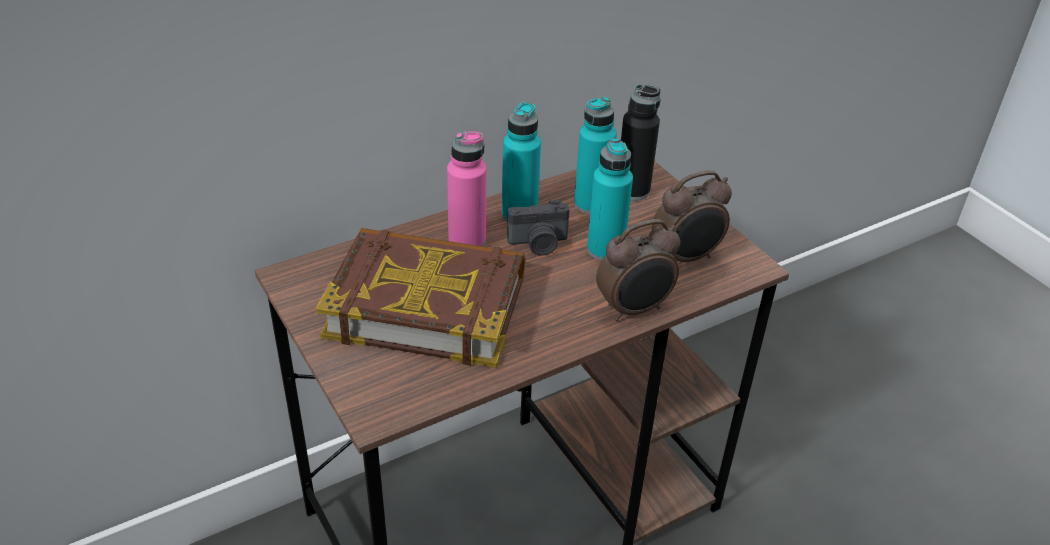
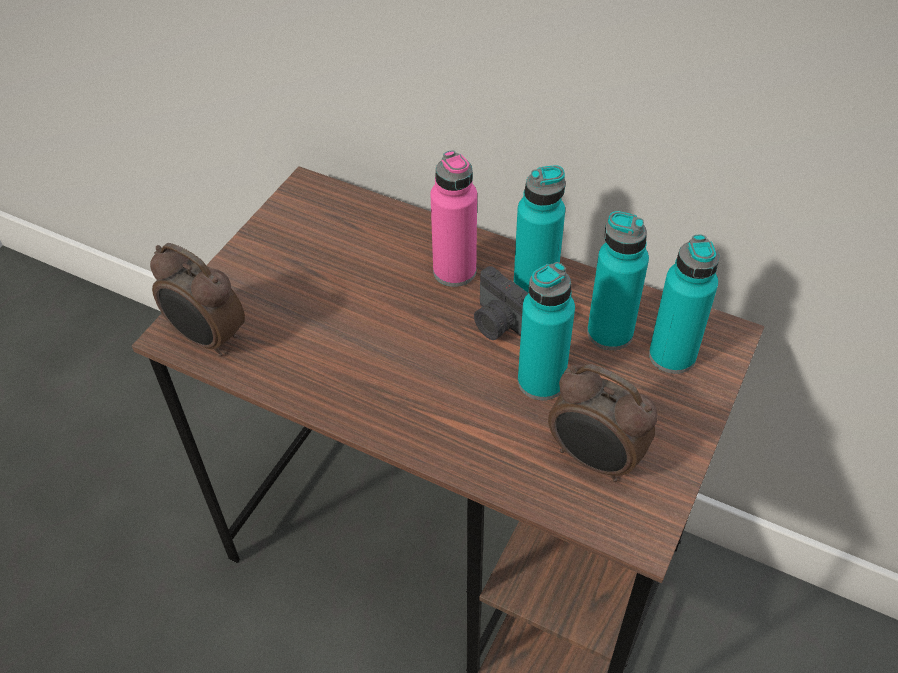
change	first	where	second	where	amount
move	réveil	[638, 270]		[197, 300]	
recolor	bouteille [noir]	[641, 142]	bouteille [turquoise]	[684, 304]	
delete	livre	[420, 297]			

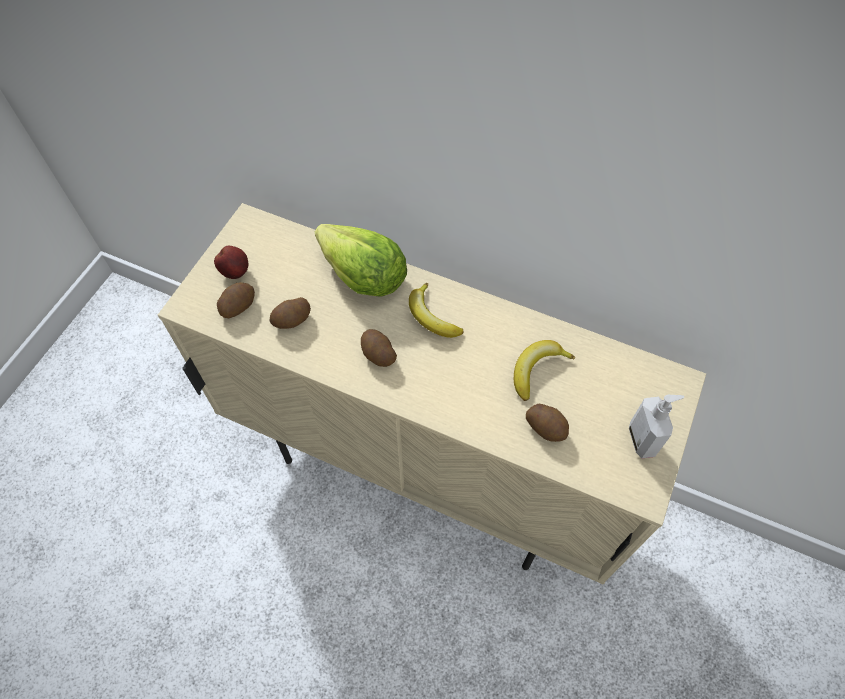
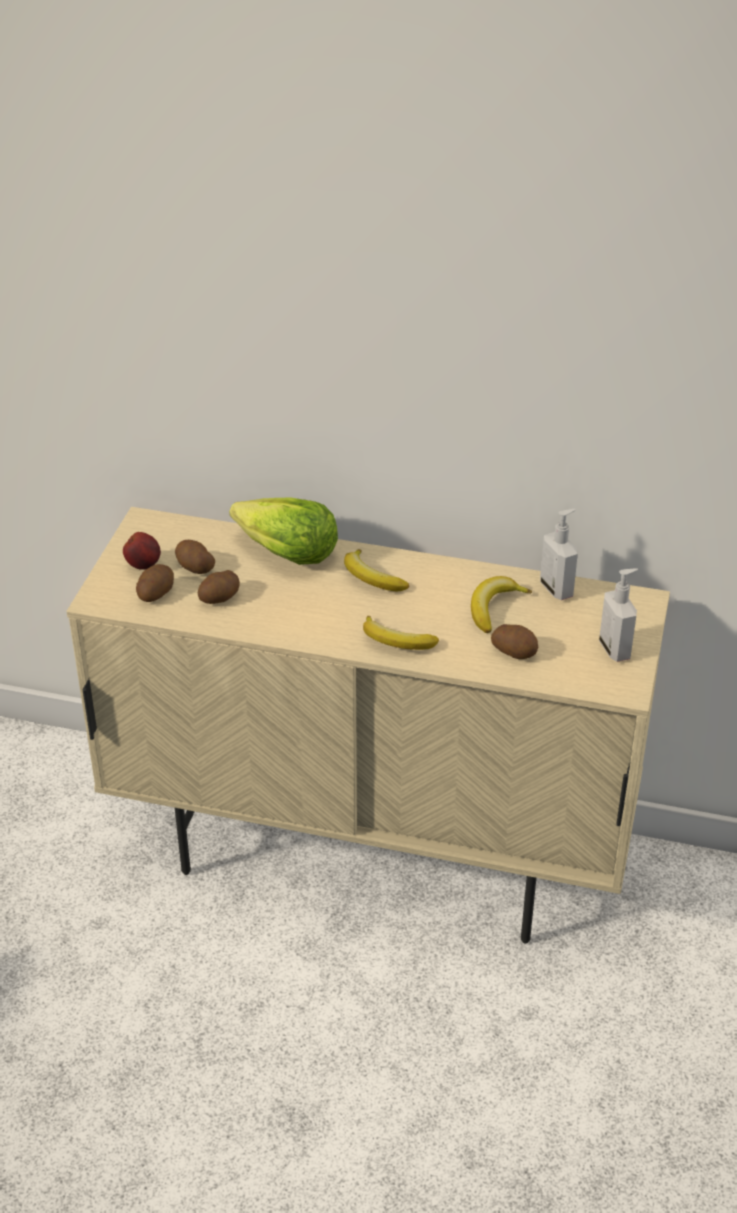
change	first	where	second	where	amount
move	pomme de terre	[379, 348]		[195, 557]	
insert			banane	[401, 633]	
insert			distributeur de savon	[559, 554]	

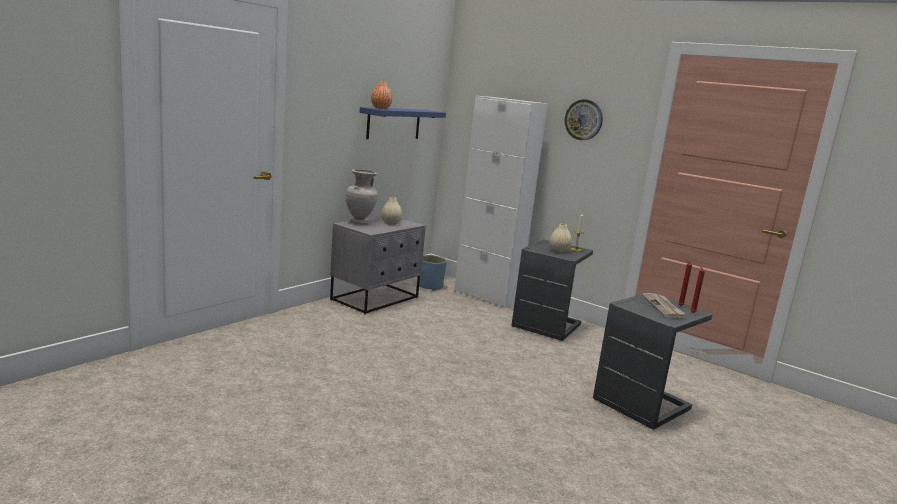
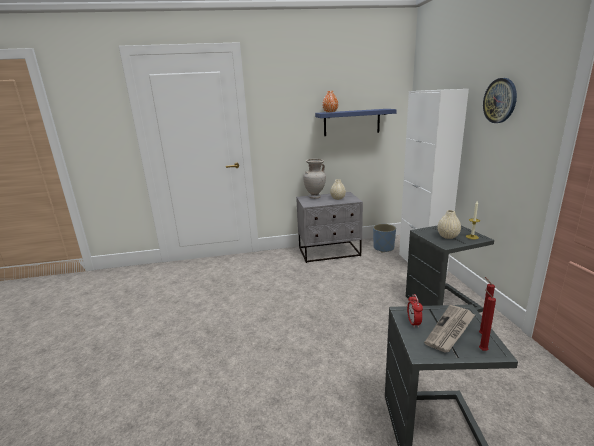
change	first	where	second	where	amount
insert			réveil	[415, 311]	

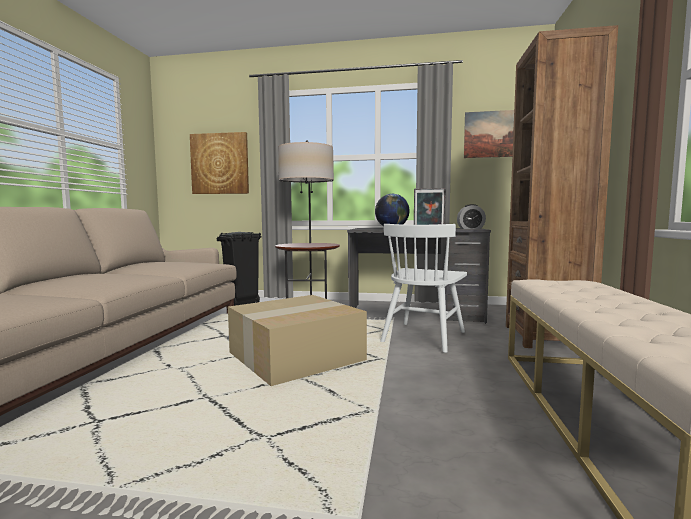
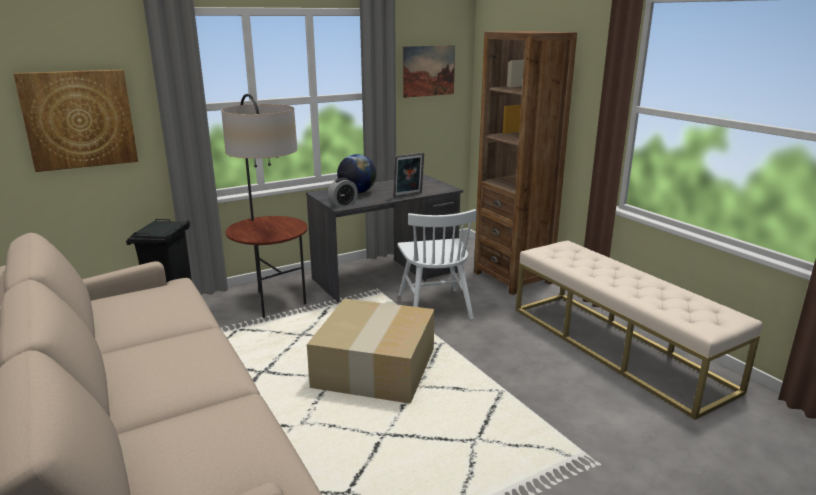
change	first	where	second	where	amount
move	réveil	[471, 216]		[343, 193]	

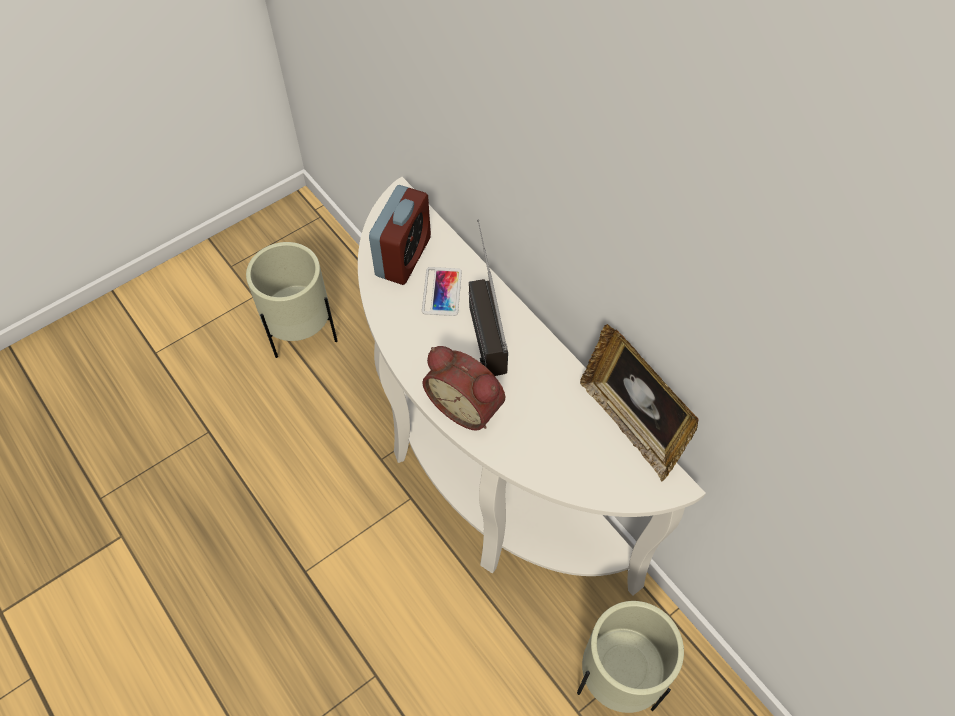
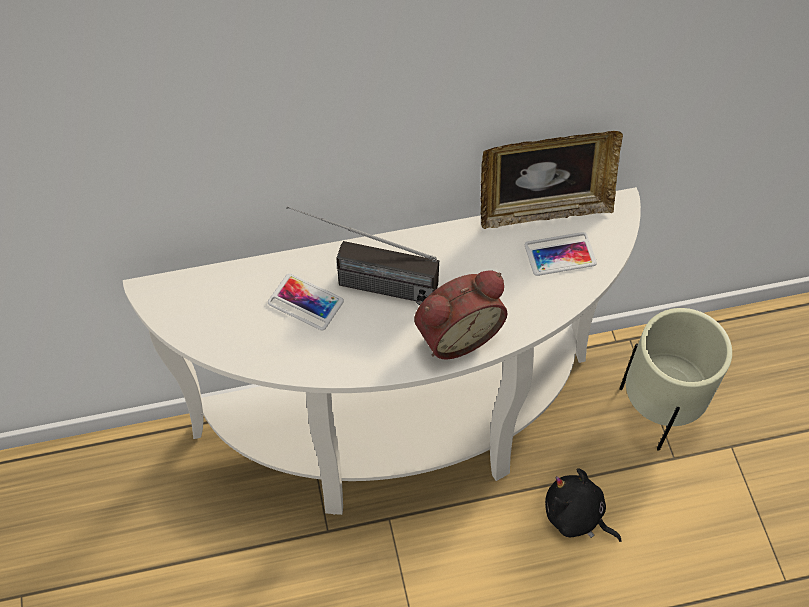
change	first	where	second	where	amount
insert			téléphone	[561, 254]	
insert			peluche [noir]	[583, 505]	
delete	cache-pot [beige]	[292, 300]			
delete	réveil	[400, 235]			

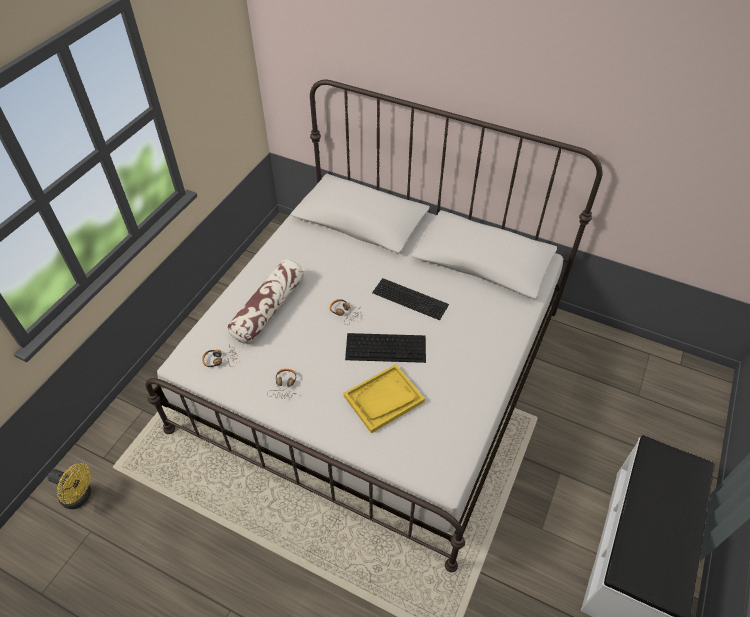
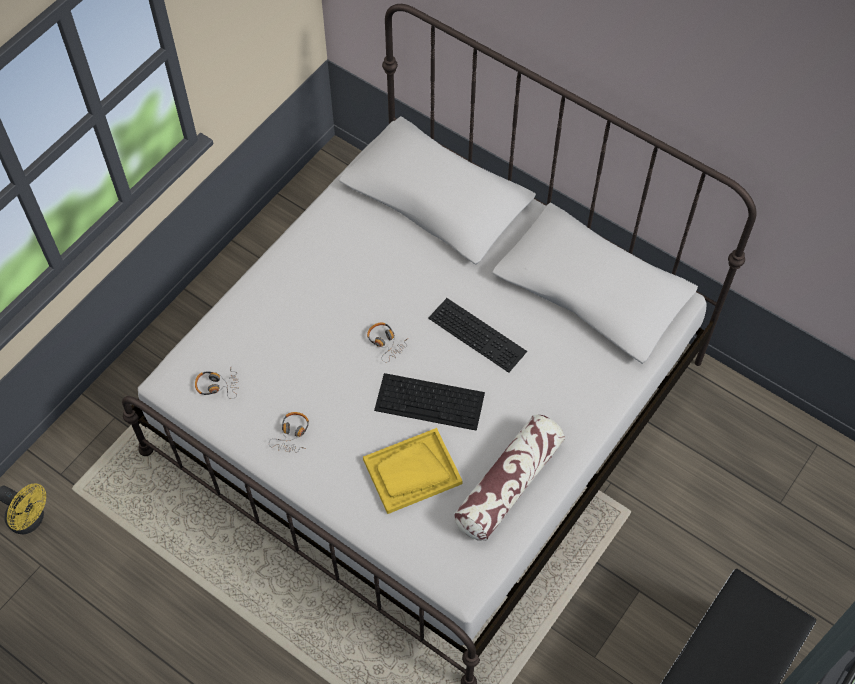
change	first	where	second	where	amount
move	coussin	[265, 301]		[509, 478]	

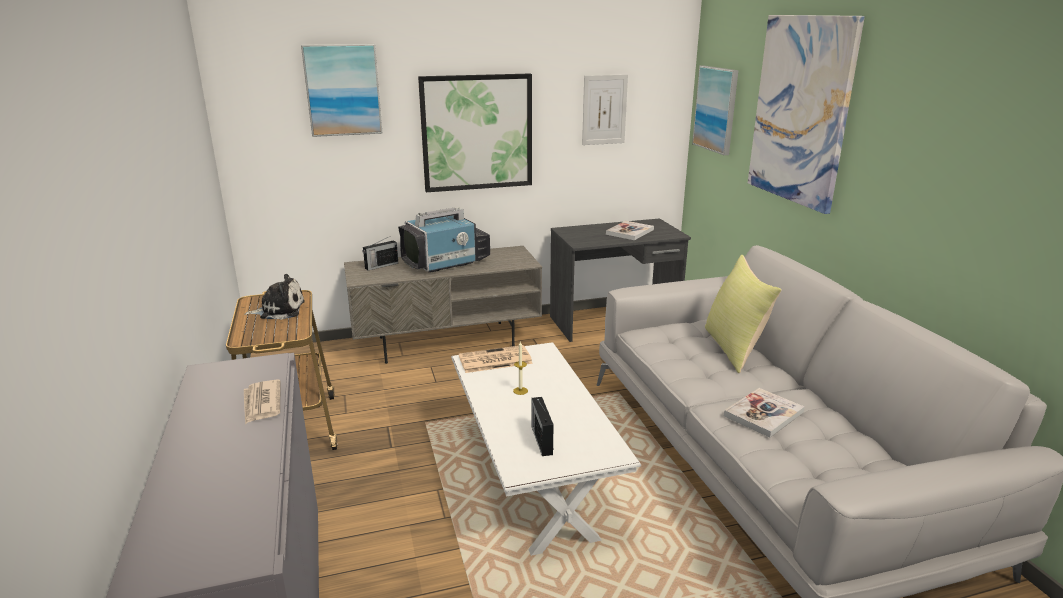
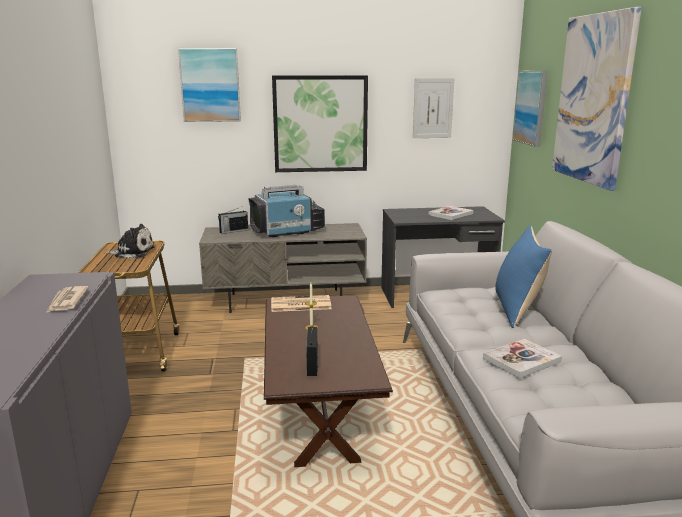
change	first	where	second	where	amount
recolor	table basse [blanc]	[546, 449]	table basse [marron]	[328, 381]	
recolor	coussin [jaune]	[743, 314]	coussin [bleu]	[523, 276]	

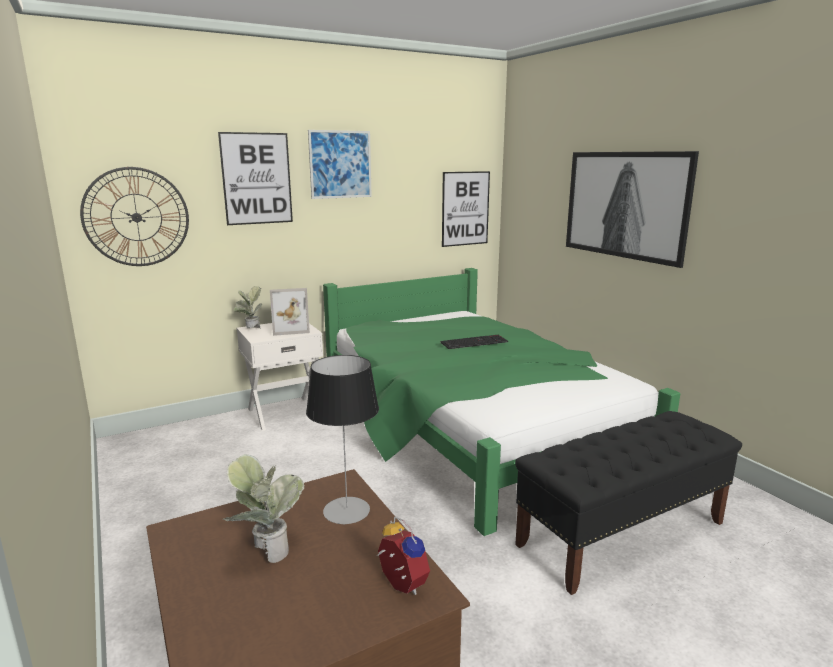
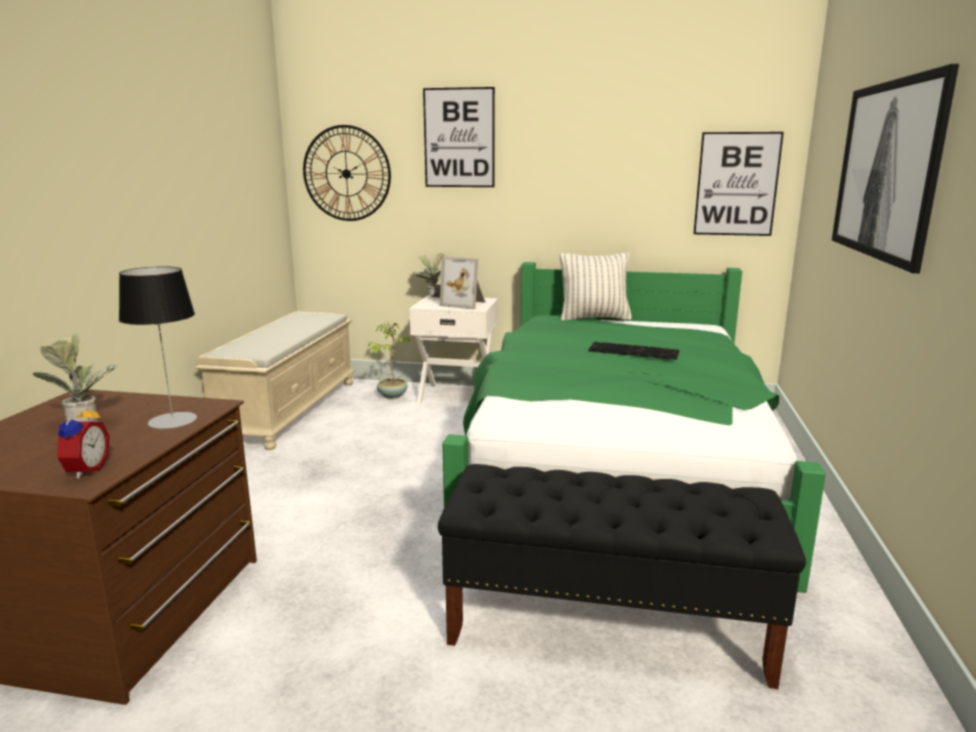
change	first	where	second	where	amount
insert			banc [beige]	[275, 380]	
insert			plante en pot	[389, 360]	
insert			coussin	[596, 286]	
delete	tableau	[340, 164]			

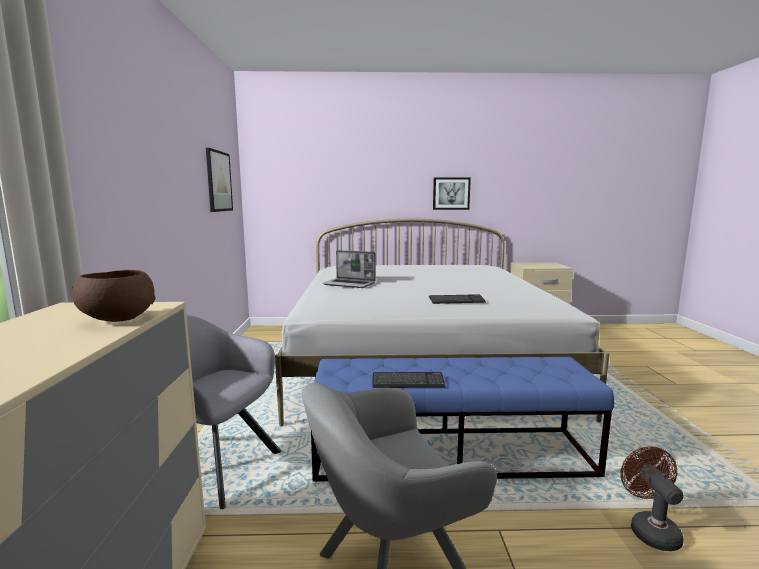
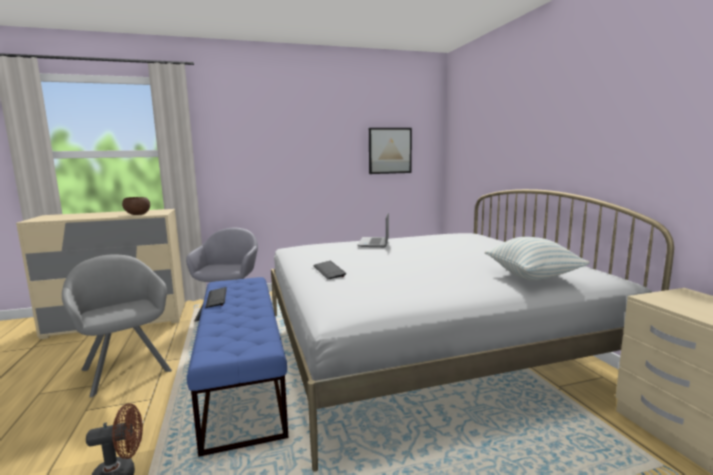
change	first	where	second	where	amount
insert			coussin	[537, 258]	
delete	tableau	[452, 194]			

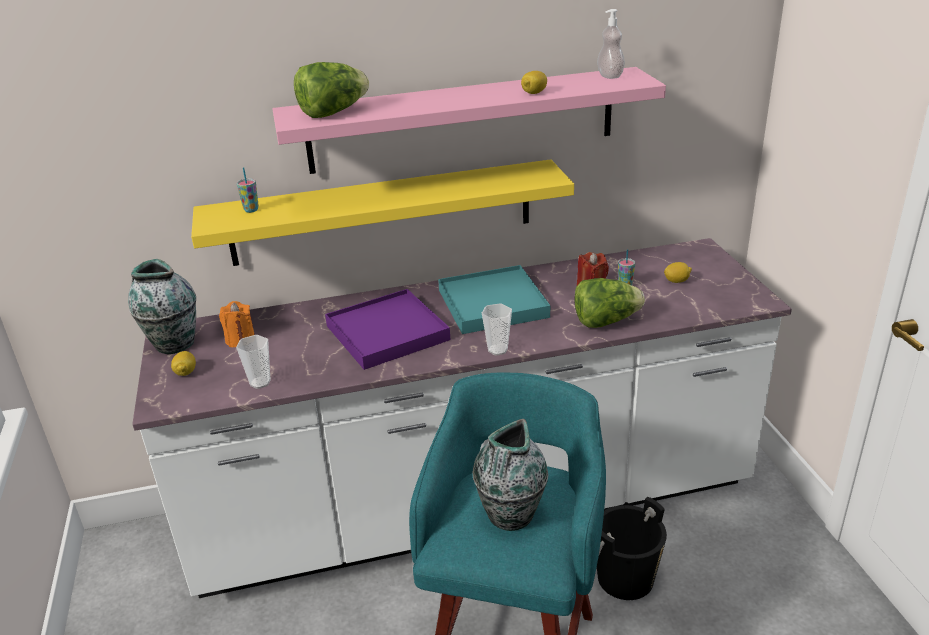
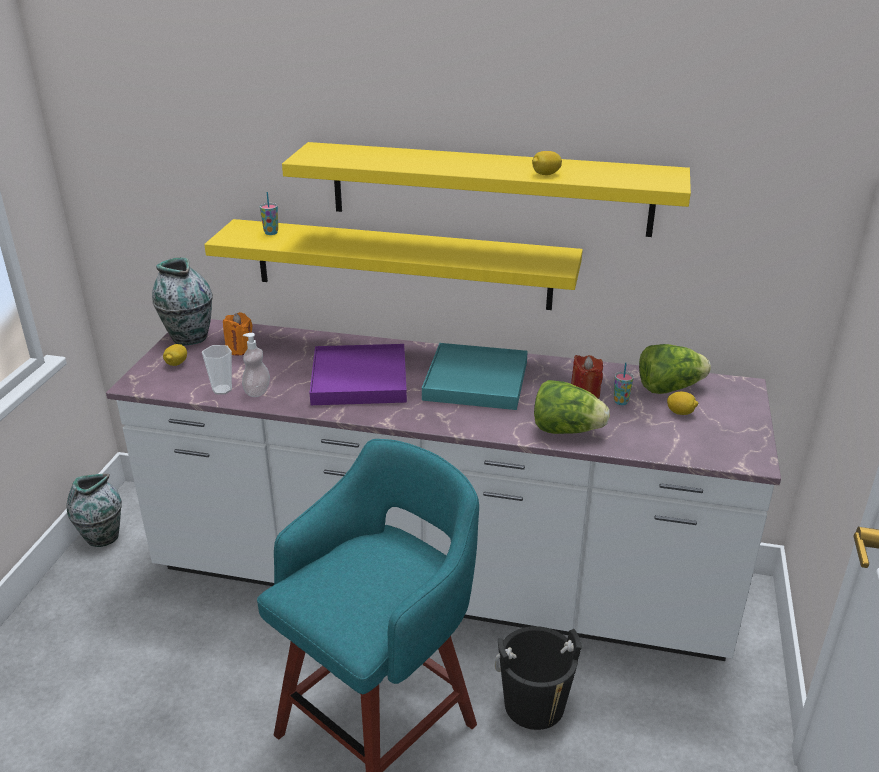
change	first	where	second	where	amount
move	vase	[510, 475]		[94, 510]	
move	distributeur de savon	[611, 44]		[256, 365]	
recolor	étagère [rose]	[469, 120]	étagère [jaune]	[486, 189]	
move	laitue	[331, 90]		[675, 369]	
delete	tasse	[497, 329]			

